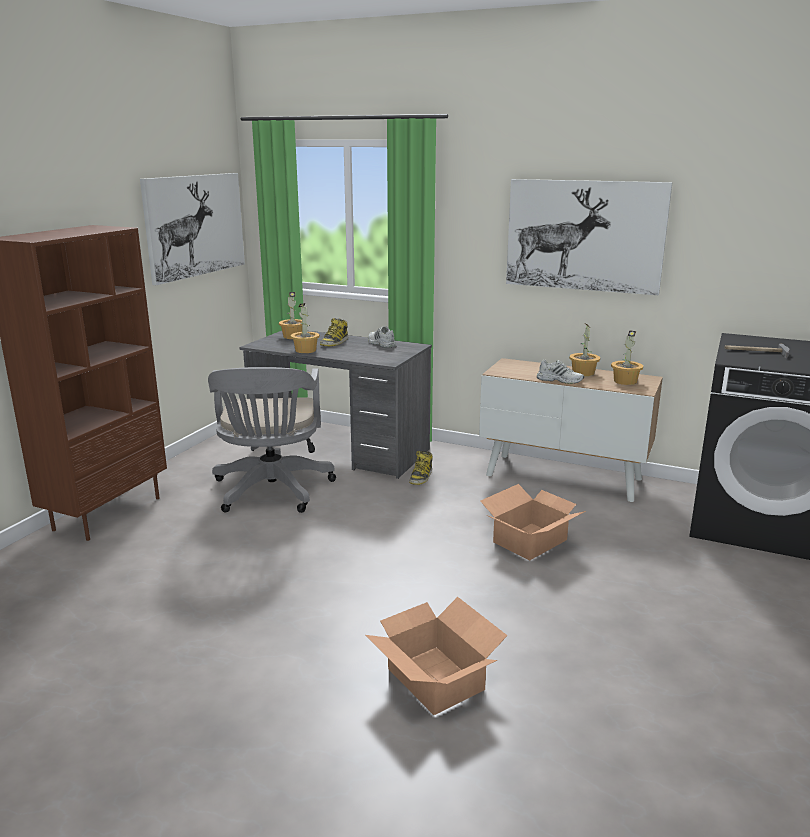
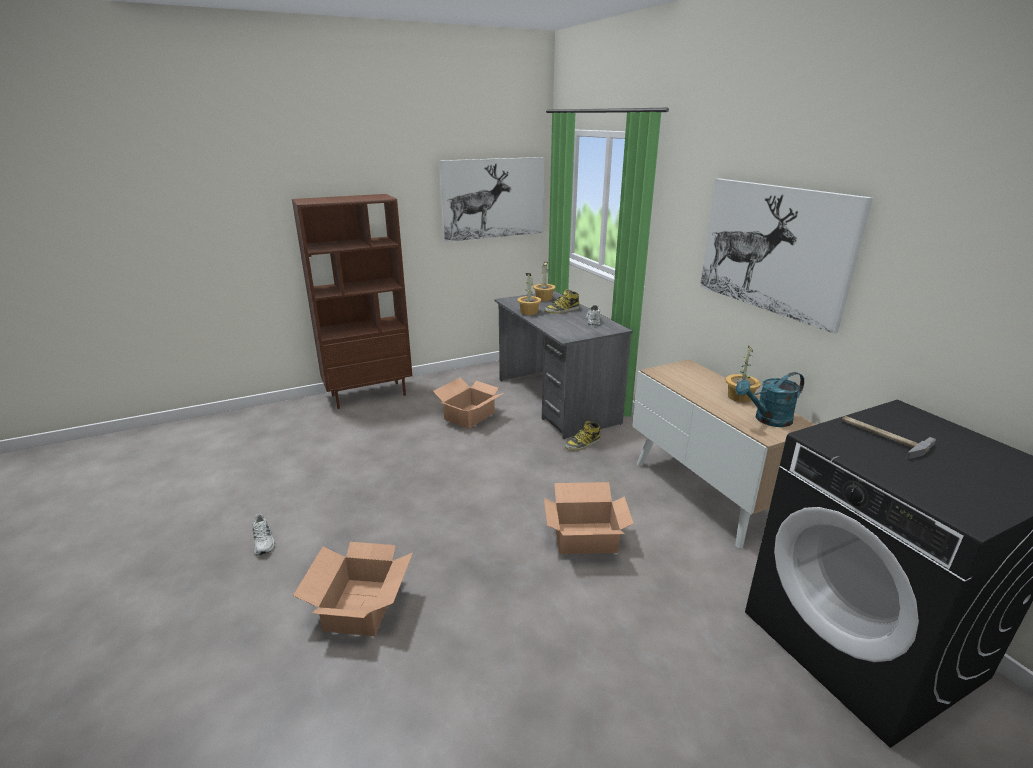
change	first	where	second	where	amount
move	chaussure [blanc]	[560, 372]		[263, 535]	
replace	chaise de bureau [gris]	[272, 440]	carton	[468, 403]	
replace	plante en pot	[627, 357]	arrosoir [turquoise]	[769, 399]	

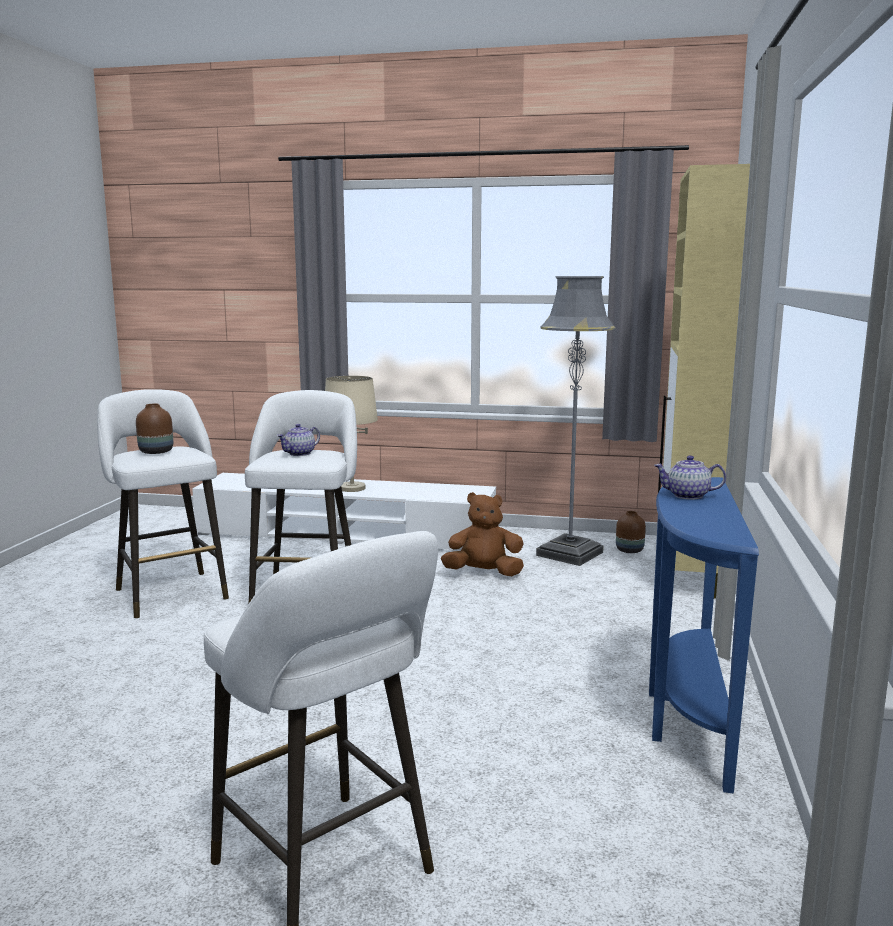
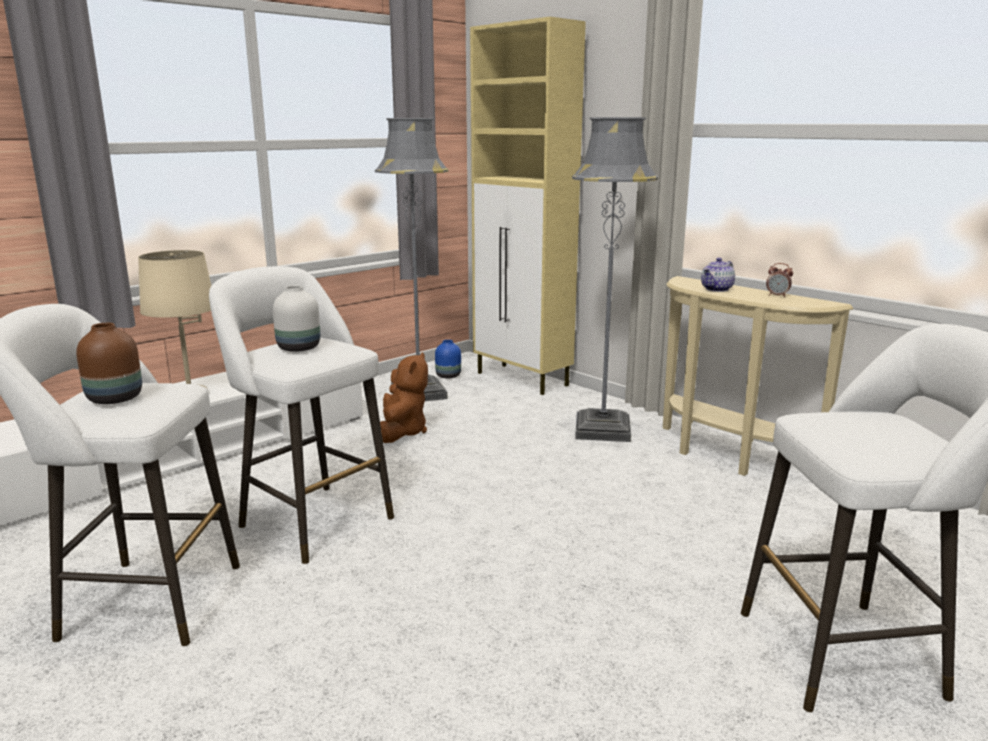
change	first	where	second	where	amount
replace	théière	[298, 440]	vase [blanc]	[296, 318]	
rotate	peluche [marron]	[482, 534]		[404, 397]	150 degrees clockwise
recolor	vase [marron]	[631, 532]	vase [bleu]	[448, 359]	
insert			lampadaire [gris]	[615, 279]	
recolor	table console [bleu]	[704, 635]	table console [beige]	[758, 376]	
insert			réveil	[779, 280]	

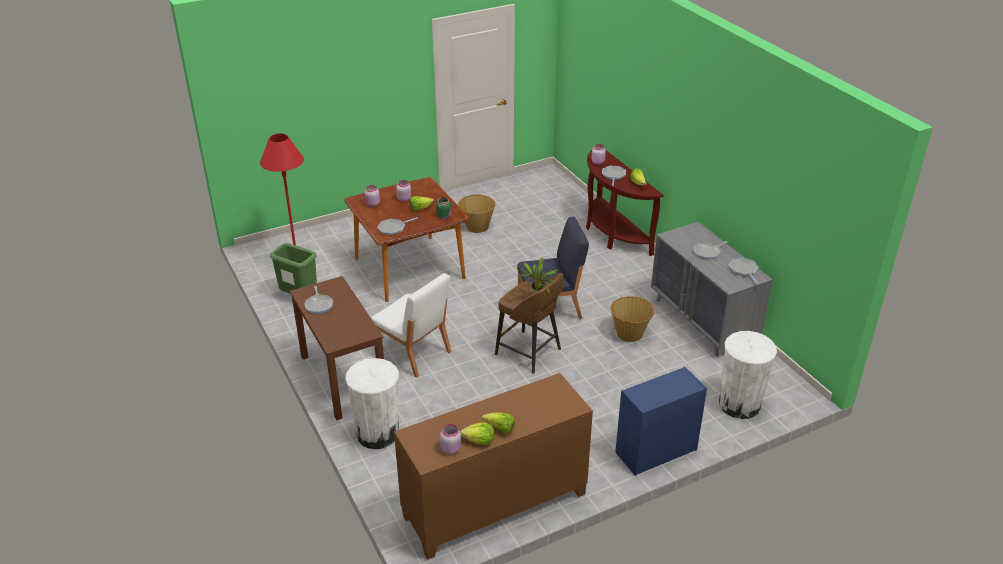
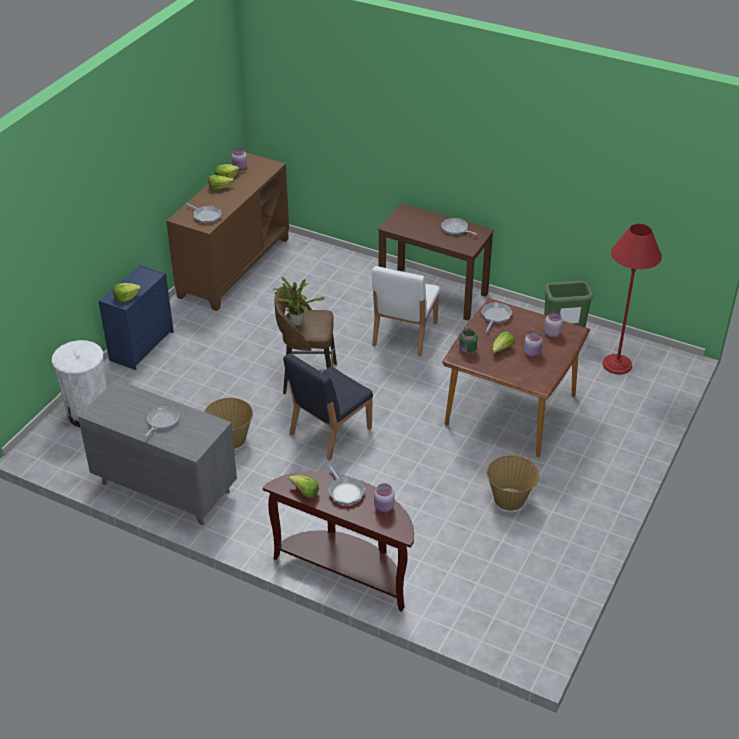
change	first	where	second	where	amount
insert			laitue	[127, 293]	
move	poêle	[744, 271]		[203, 213]	
rotate	chaise [blanc]	[411, 325]		[406, 311]	75 degrees counterclockwise
delete	poubelle [blanc]	[372, 403]			

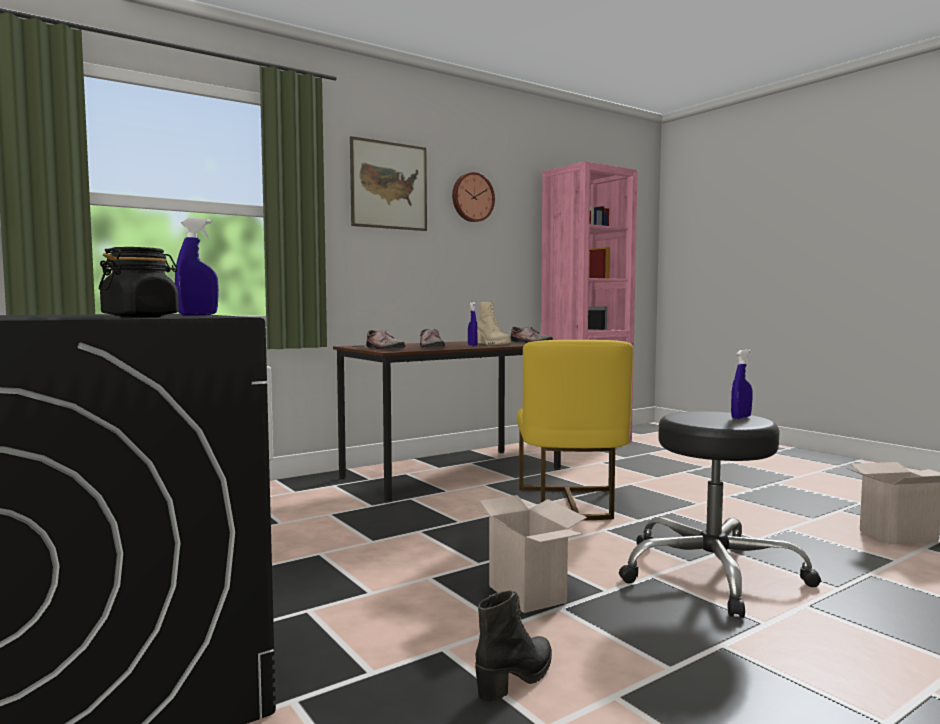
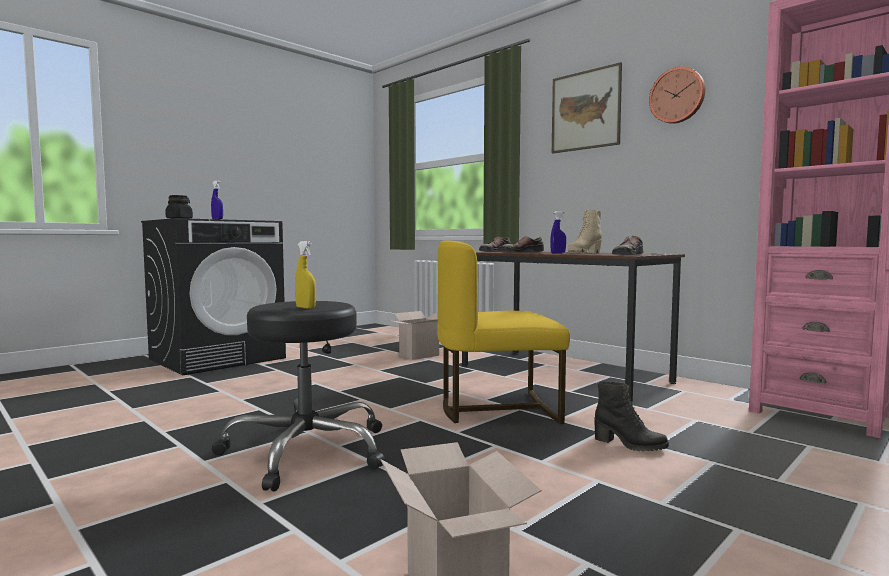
change	first	where	second	where	amount
recolor	vaporisateur [bleu]	[741, 384]	vaporisateur [jaune]	[305, 275]	
move	carton	[530, 554]		[415, 335]	
move	botte [noir]	[513, 646]		[631, 416]	

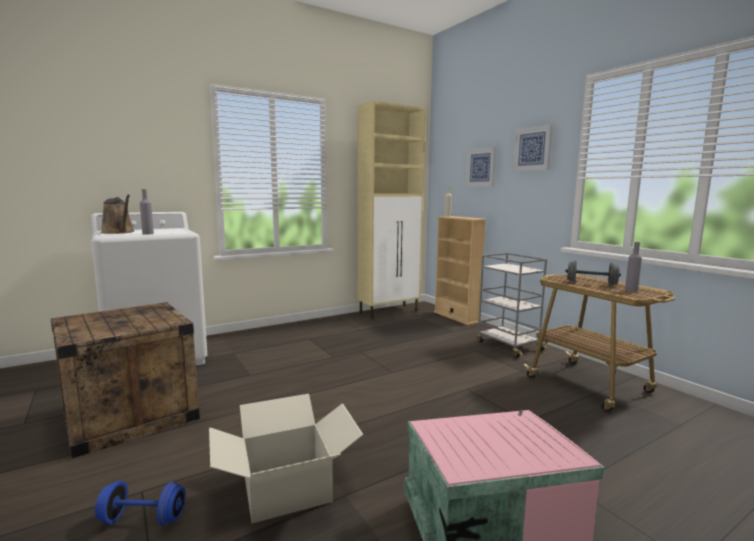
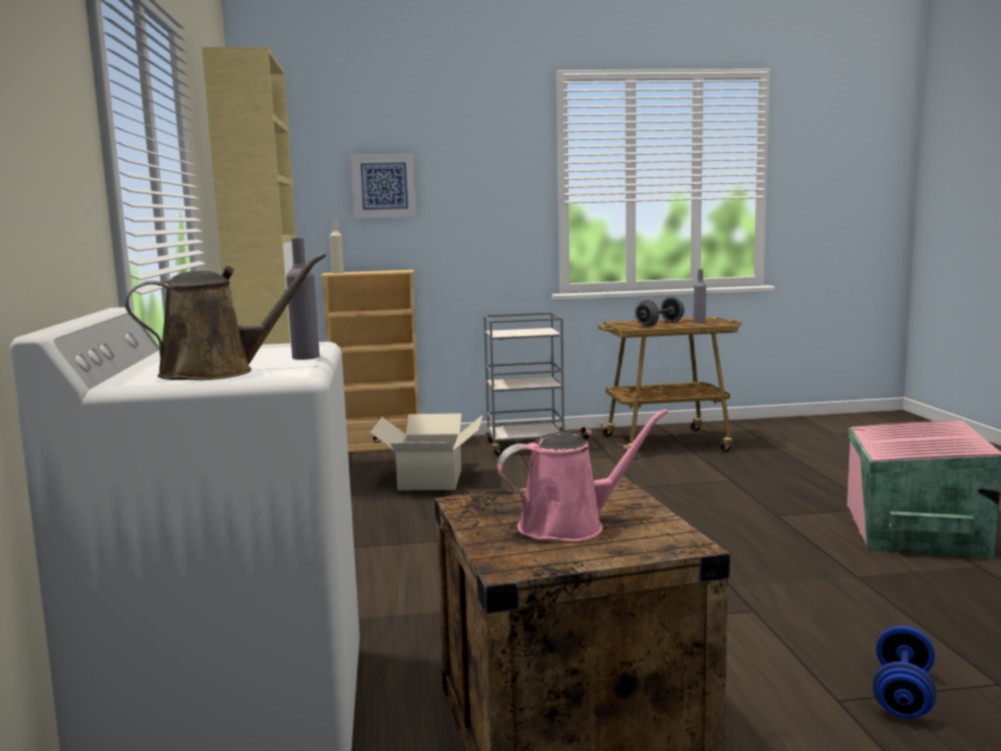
change	first	where	second	where	amount
move	carton	[286, 458]		[426, 452]	
insert			arrosoir [rose]	[582, 475]	
delete	tableau	[533, 147]			

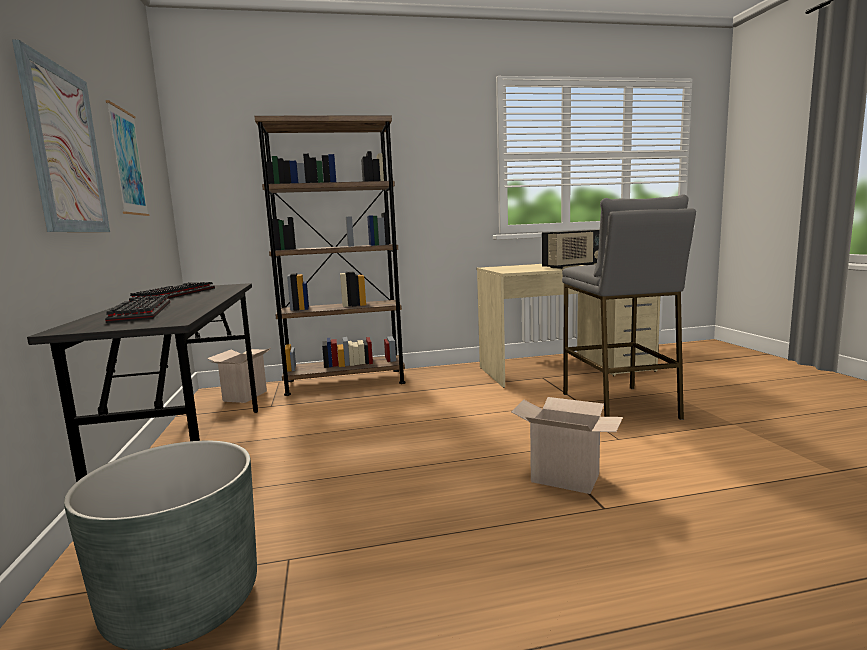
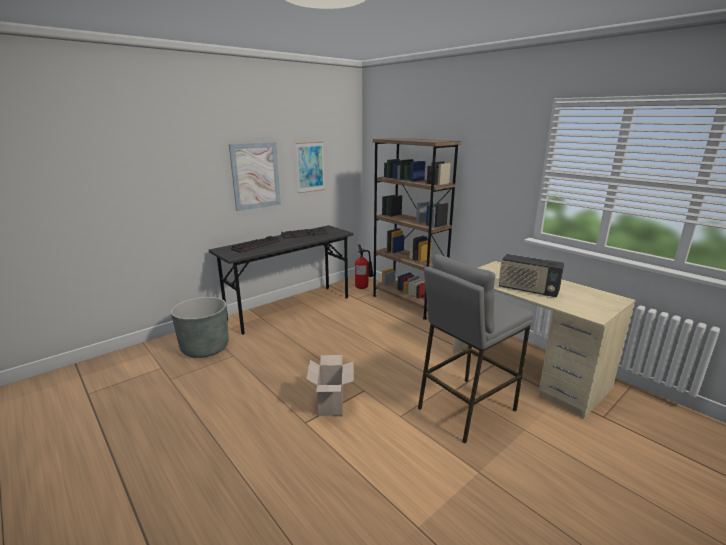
change	first	where	second	where	amount
replace	carton	[238, 375]	extincteur	[364, 267]	

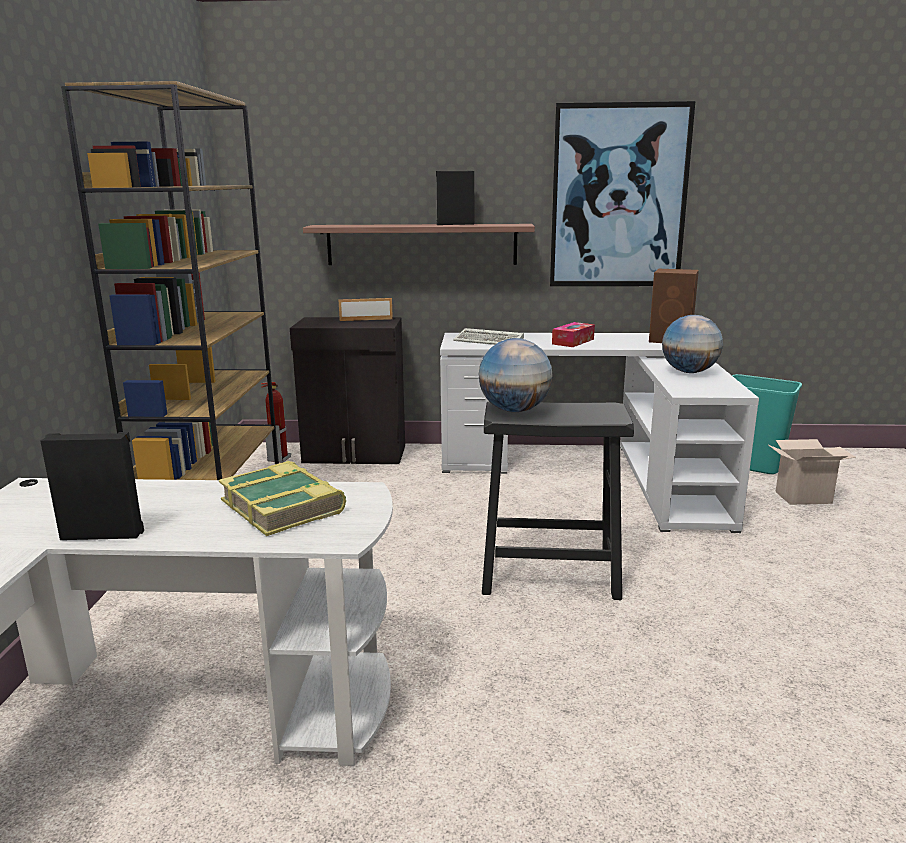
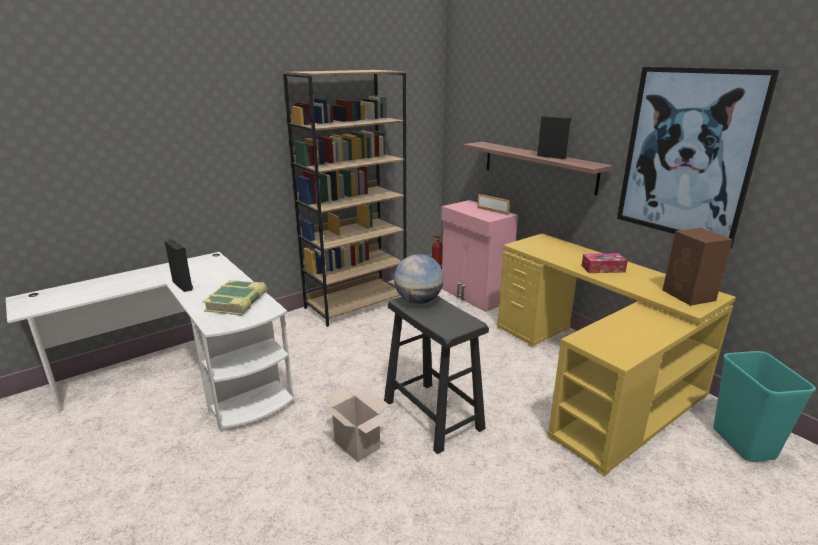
change	first	where	second	where	amount
move	carton	[812, 472]		[355, 424]	
recolor	meuble de rangement [noir]	[347, 390]	meuble de rangement [rose]	[479, 256]	
recolor	bureau [blanc]	[599, 433]	bureau [jaune]	[616, 355]	
delete	clavier	[488, 336]			
delete	globe	[692, 344]			

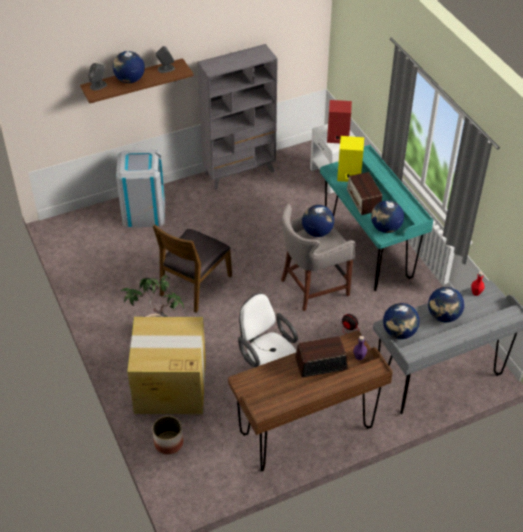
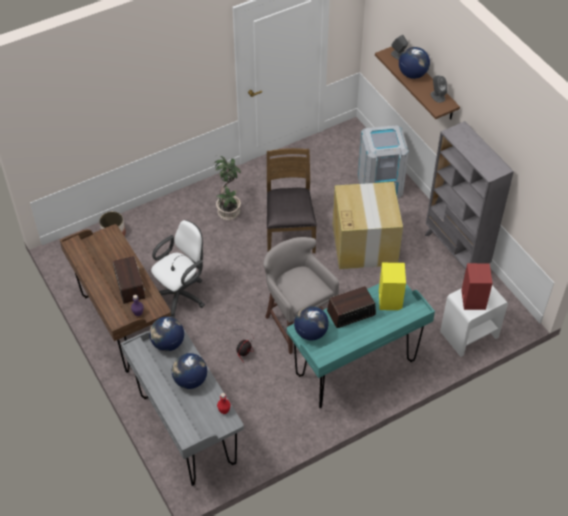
change	first	where	second	where	amount
rotate	chaise [marron]	[192, 268]		[292, 200]	60 degrees clockwise
move	carton	[166, 365]		[368, 225]	
delete	globe	[318, 221]			

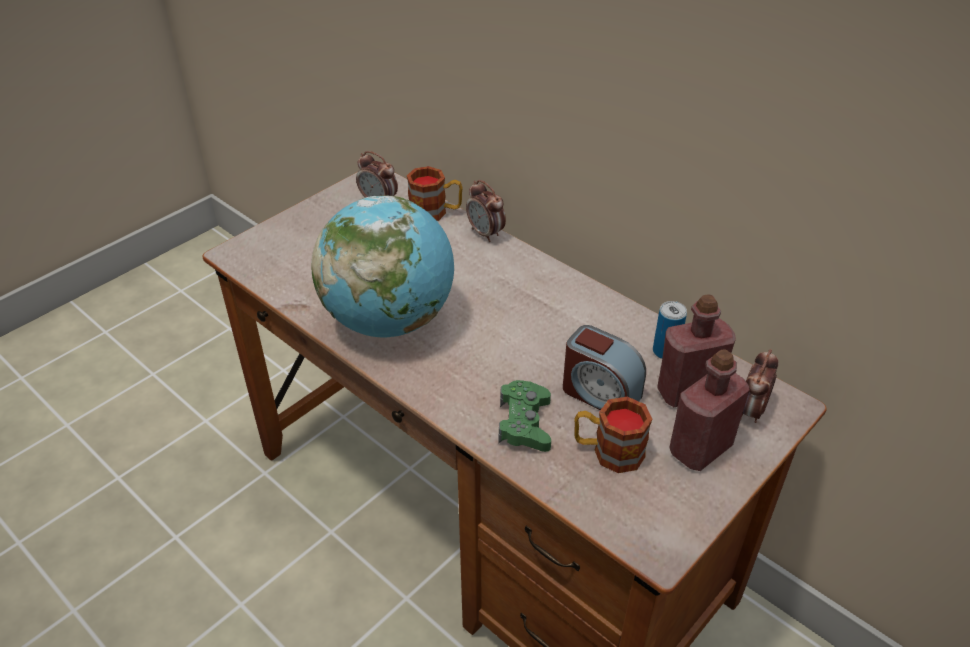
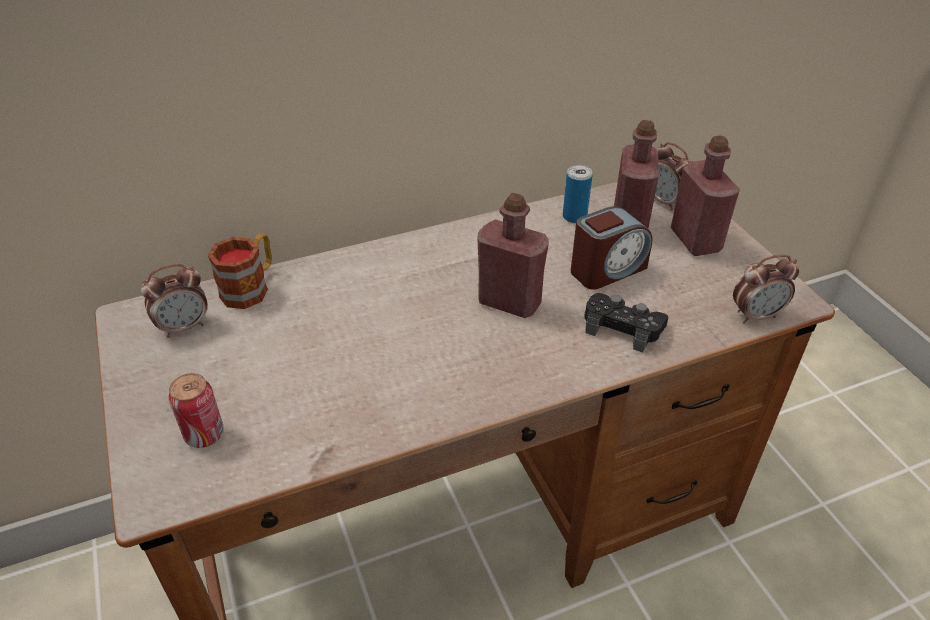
change	first	where	second	where	amount
insert			boîte métallique	[196, 410]	
insert			bouteille [rouge]	[513, 255]	
recolor	manette [vert]	[524, 416]	manette [noir]	[626, 323]	
move	réveil	[486, 211]		[766, 289]	
delete	globe	[382, 266]			
delete	mug	[613, 435]			

